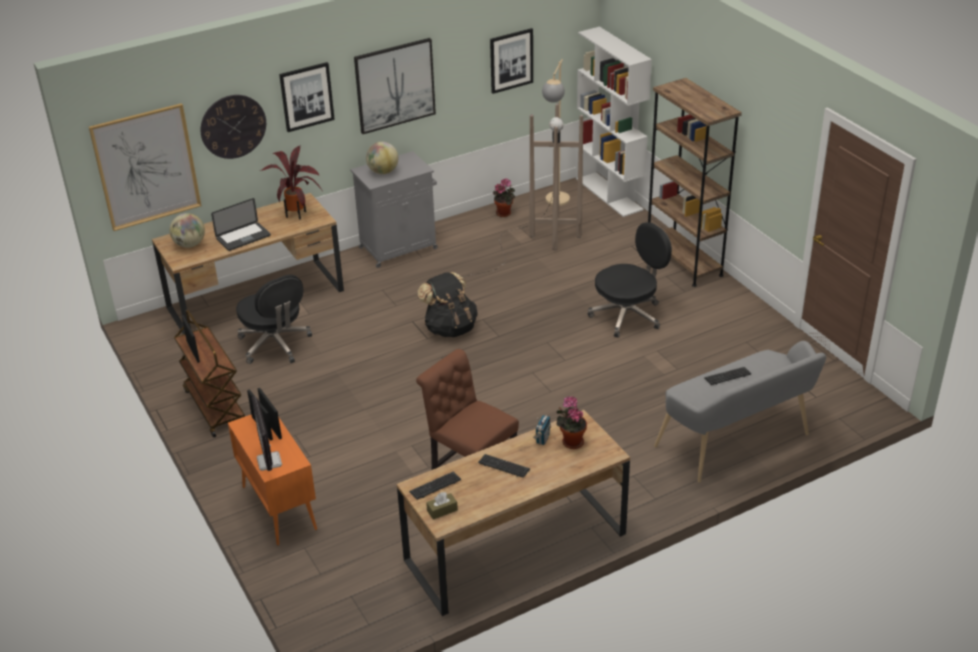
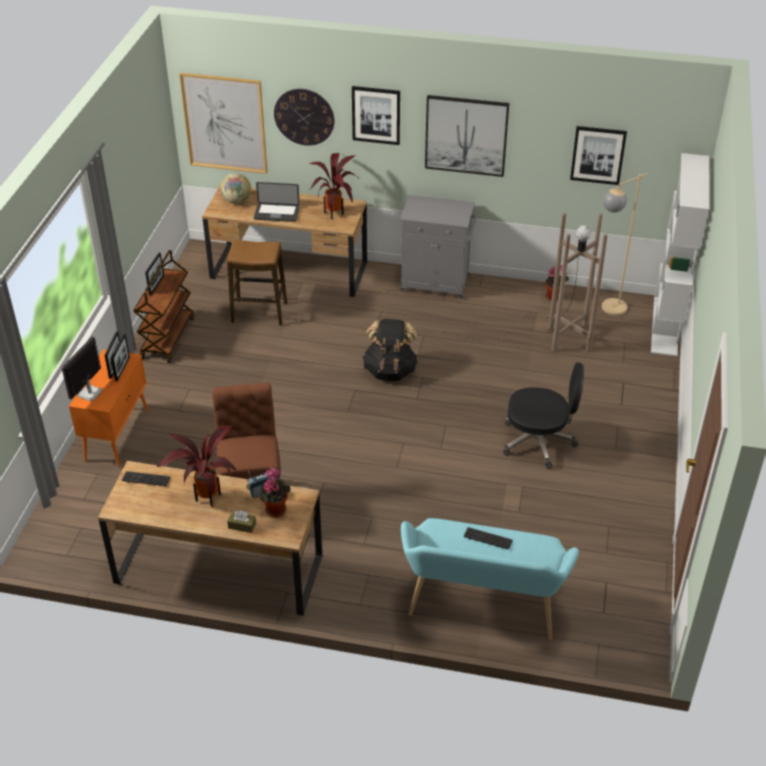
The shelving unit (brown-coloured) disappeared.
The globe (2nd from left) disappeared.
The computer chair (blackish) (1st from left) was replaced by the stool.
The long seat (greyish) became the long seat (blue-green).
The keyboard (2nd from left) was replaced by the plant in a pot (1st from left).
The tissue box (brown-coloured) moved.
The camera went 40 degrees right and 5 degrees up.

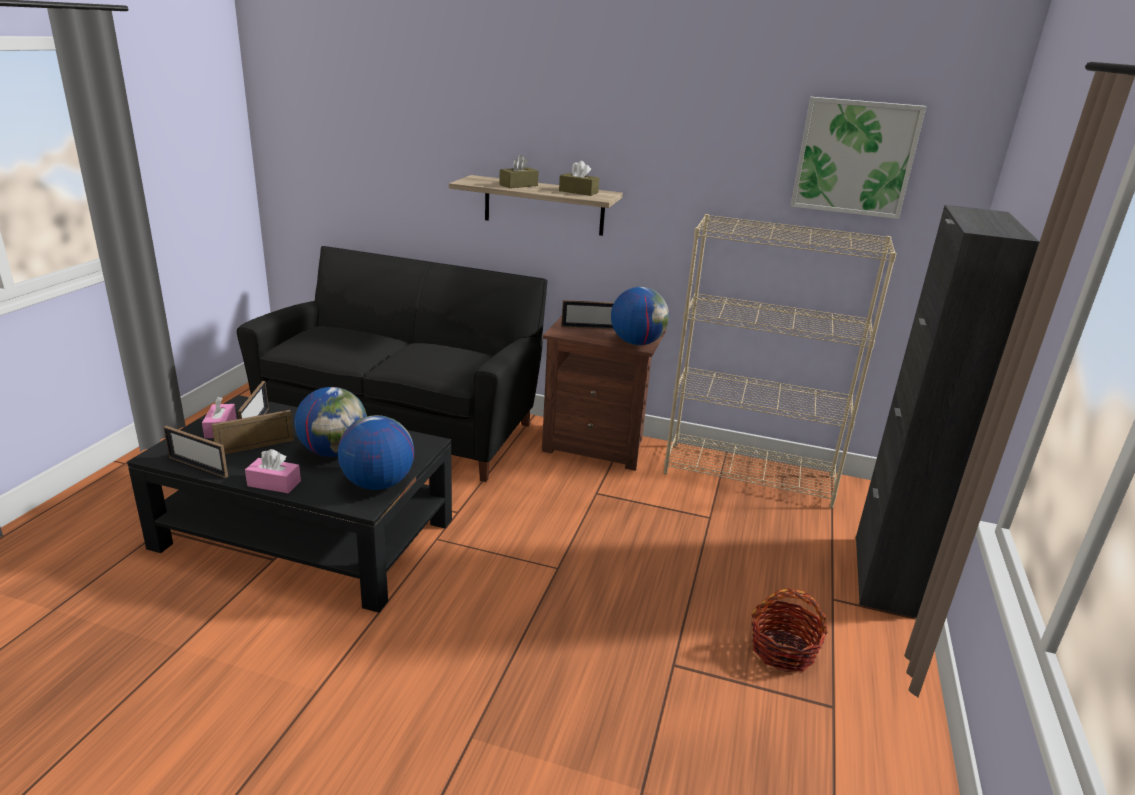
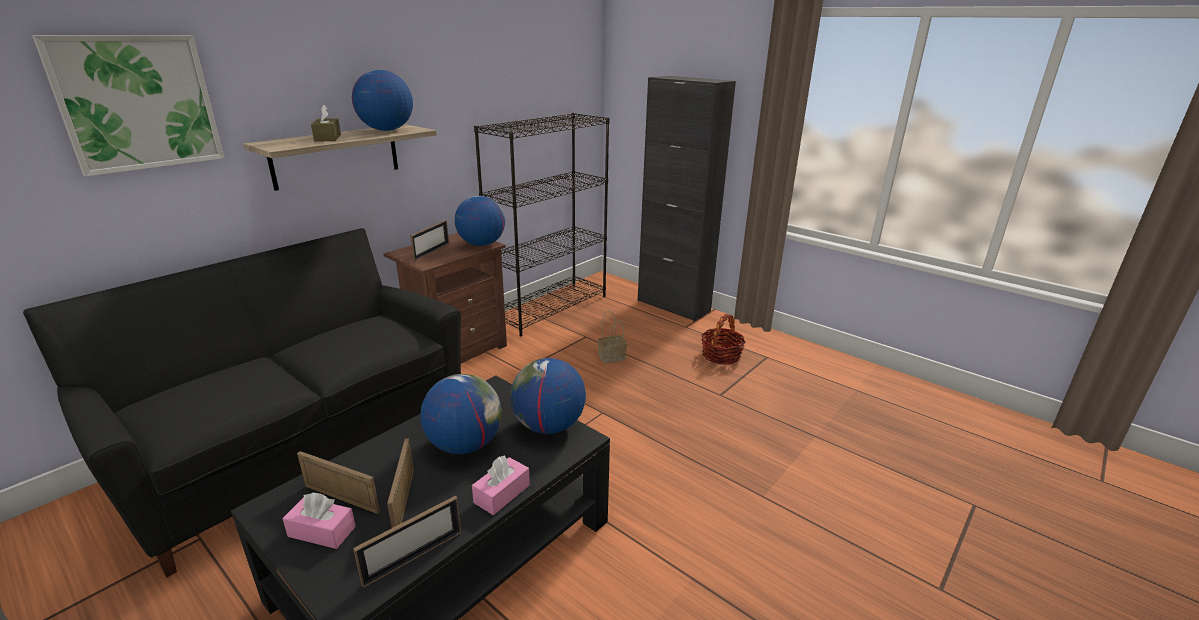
The picture moved.
The tissue box (brown-coloured) (2nd from left) was replaced by the globe (1st from left).
The shelving unit (sand-coloured) became the shelving unit (blackish).
The basket (1st from left) appeared.
The camera went 65 degrees left and 0 degrees up.

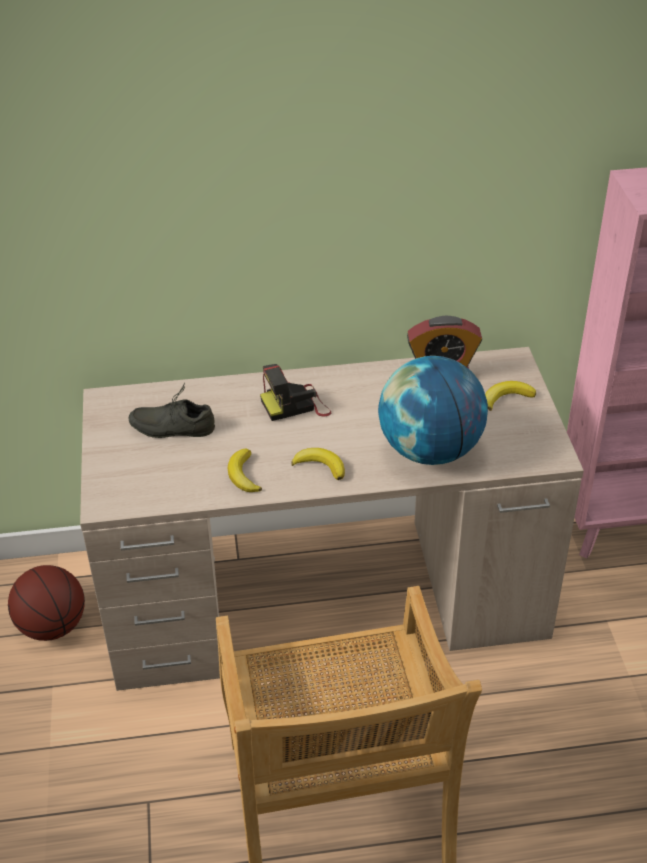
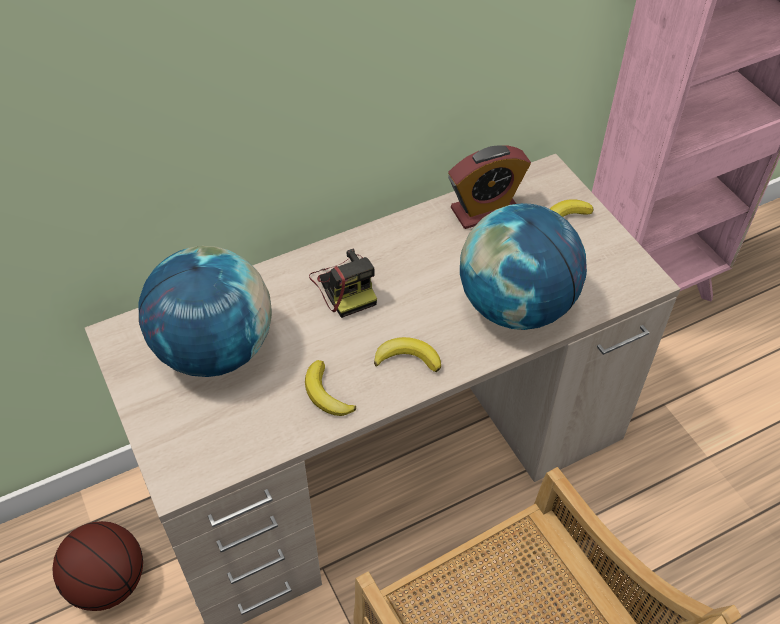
The still camera turned 75 degrees counterclockwise.
The low shoe (greyish) was replaced by the globe (1st from left).
The camera went 20 degrees left and 10 degrees up.

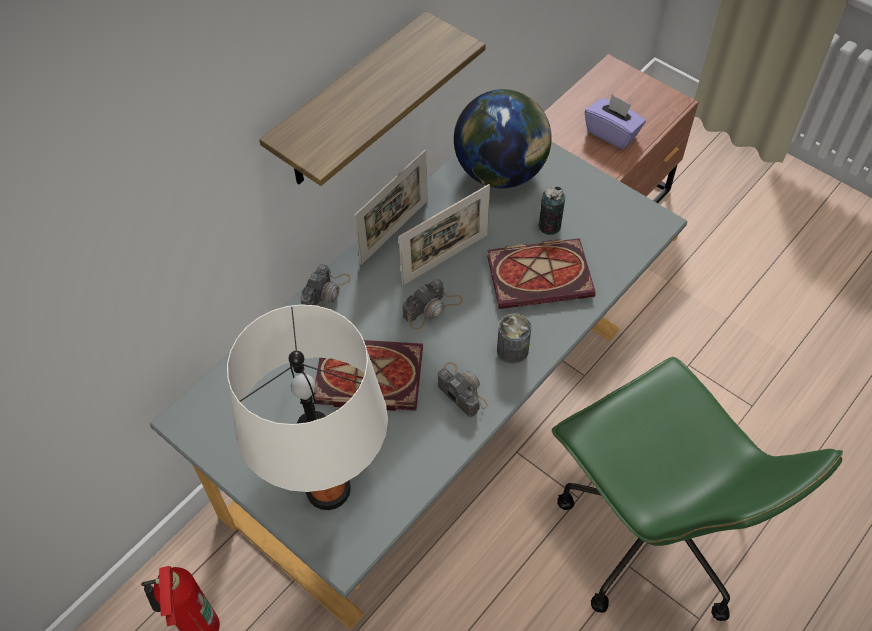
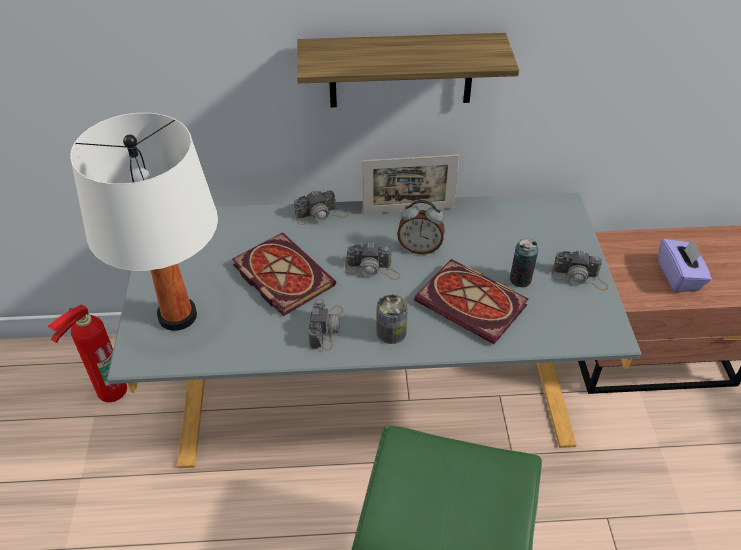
The globe disappeared.
The standing frame (2nd from left) was replaced by the bedside clock.
The still camera (4th from left) appeared.
The camera went 45 degrees right and 10 degrees down.

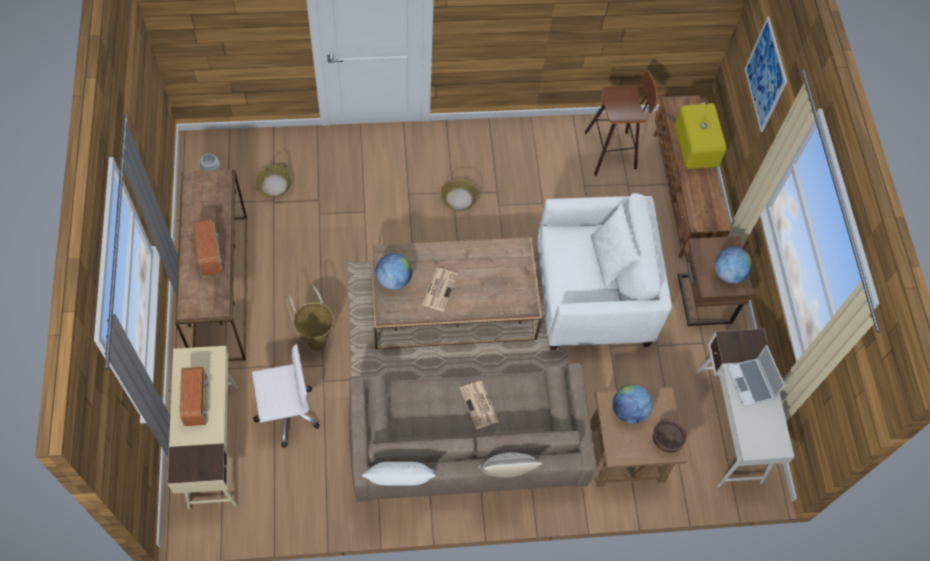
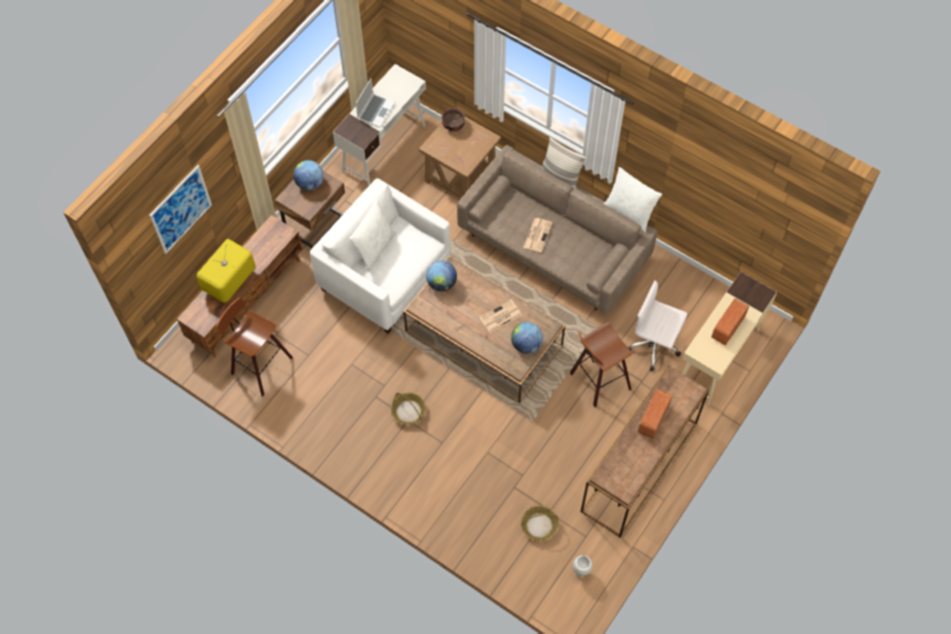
The basket (2nd from left) was replaced by the stool (2nd from left).
The globe (2nd from left) moved.
The camera went 135 degrees left and 0 degrees up.

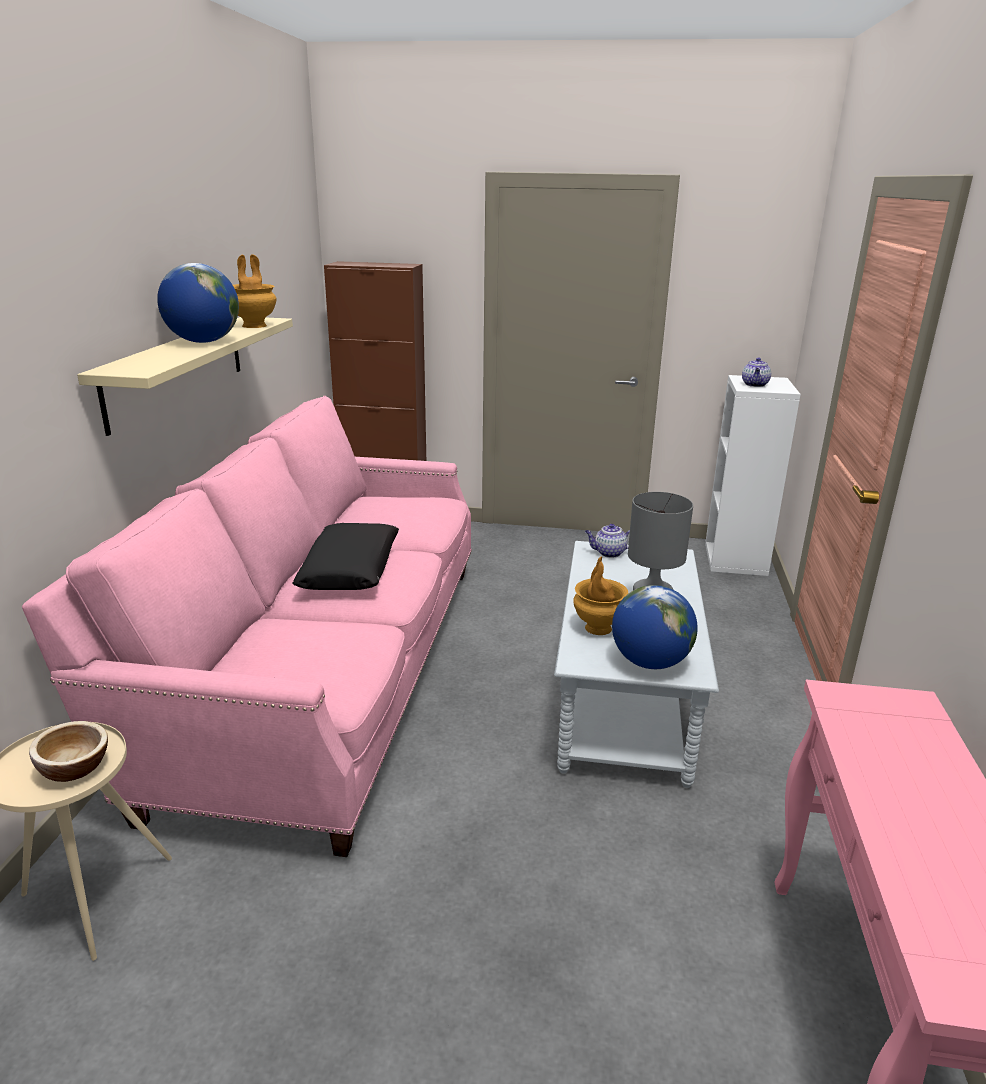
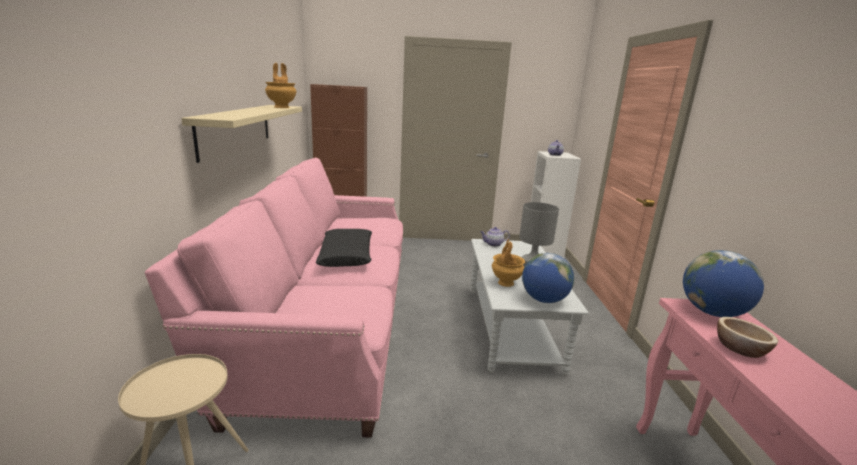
The globe (1st from left in the first image) moved.
The bowl moved.
The camera went 10 degrees left and 5 degrees down.

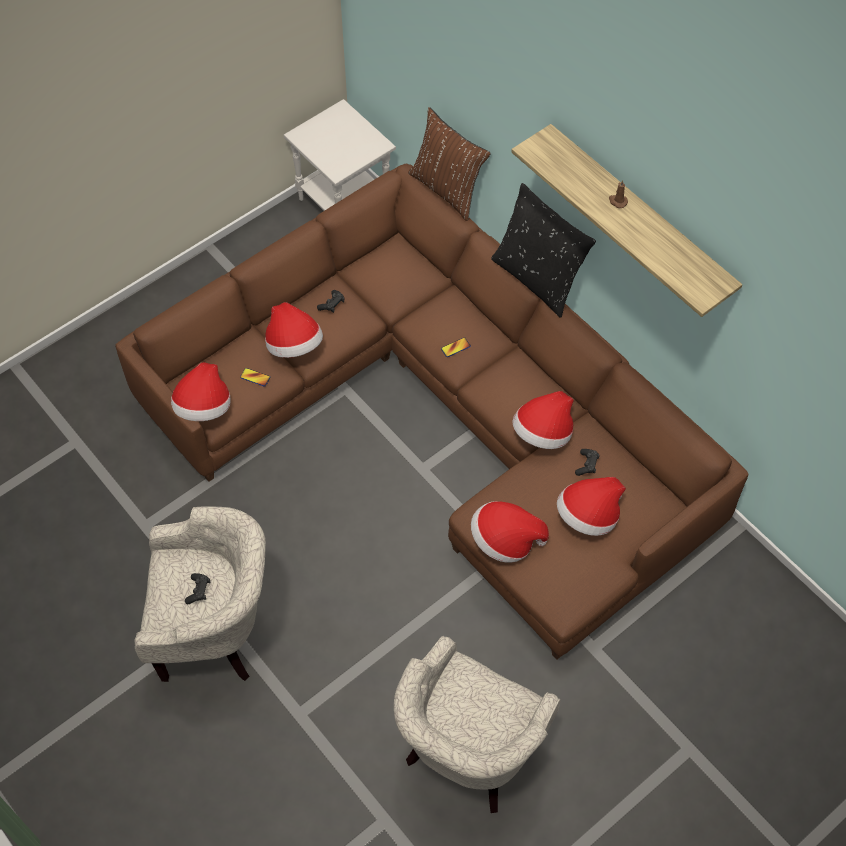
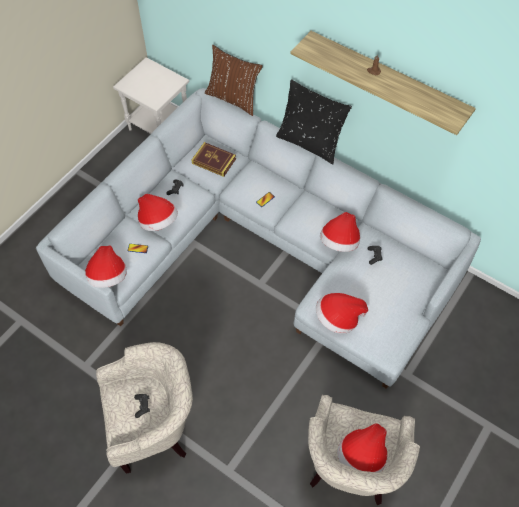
The settee (brown-coloured) became the settee (greyish).
The hat (5th from left) moved.
The book appeared.
The camera went 15 degrees left and 0 degrees up.

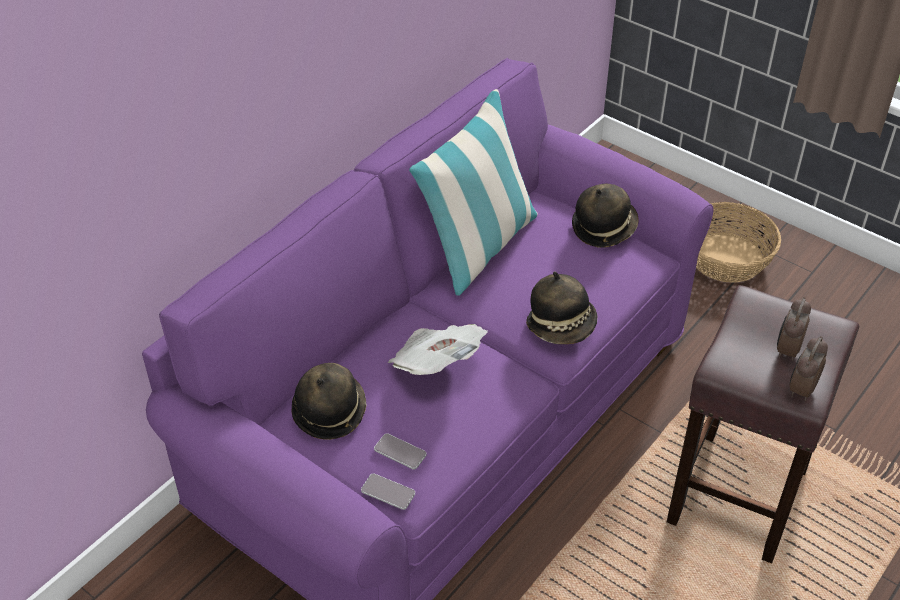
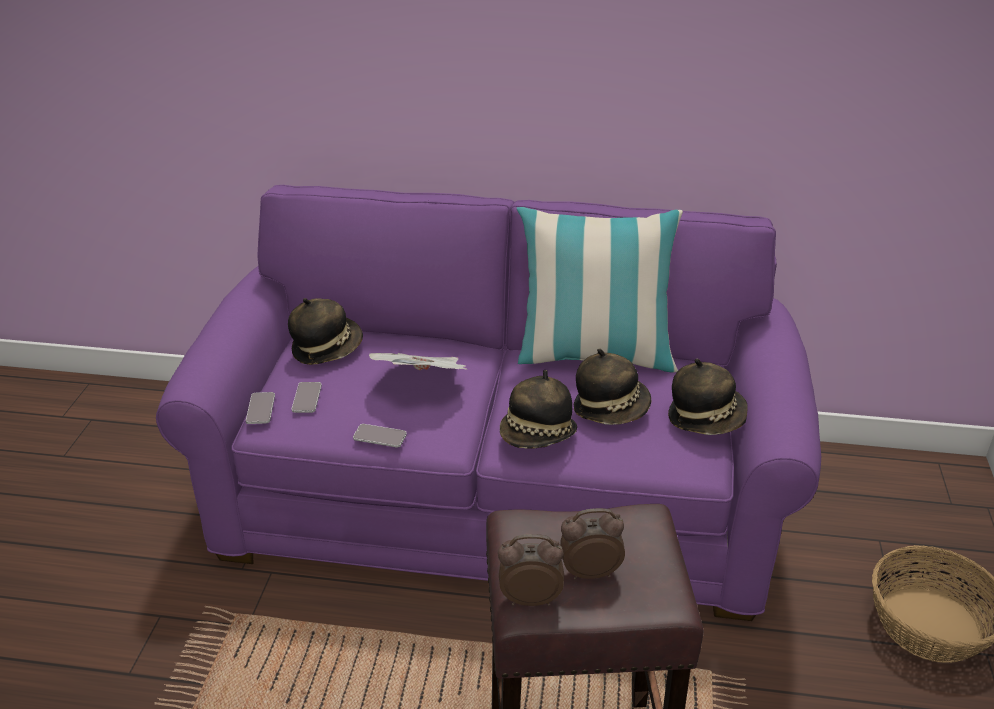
The hat (3rd from left) appeared.
The telephone (3rd from left) appeared.
The camera went 60 degrees right and 10 degrees down.

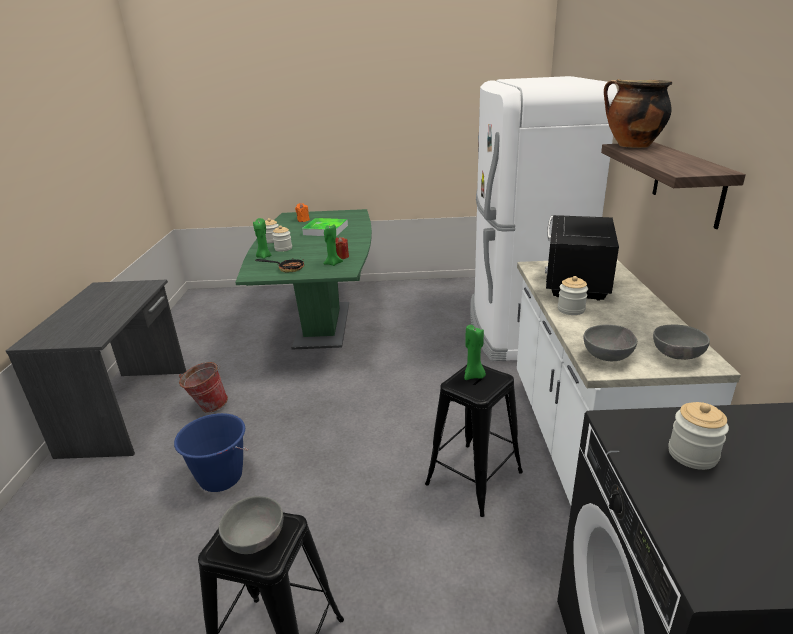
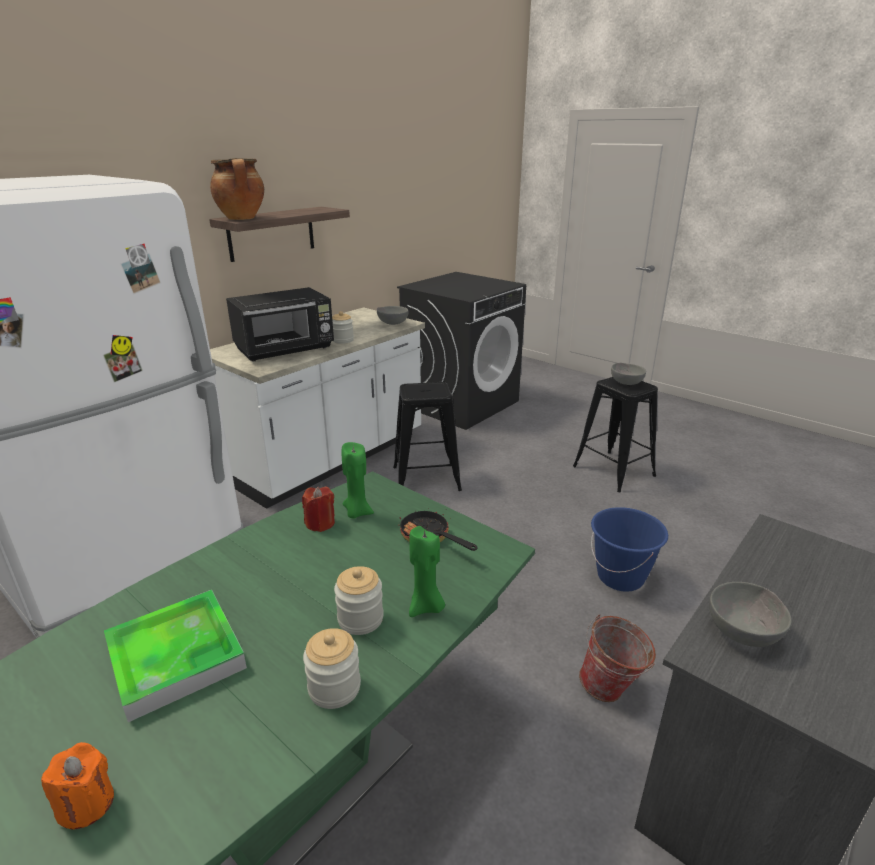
The wax candle (green) (3rd from left) disappeared.
The bowl (greyish) (3rd from left) moved.
The storage jar (4th from left) disappeared.
The camera went 140 degrees left and 0 degrees up.

